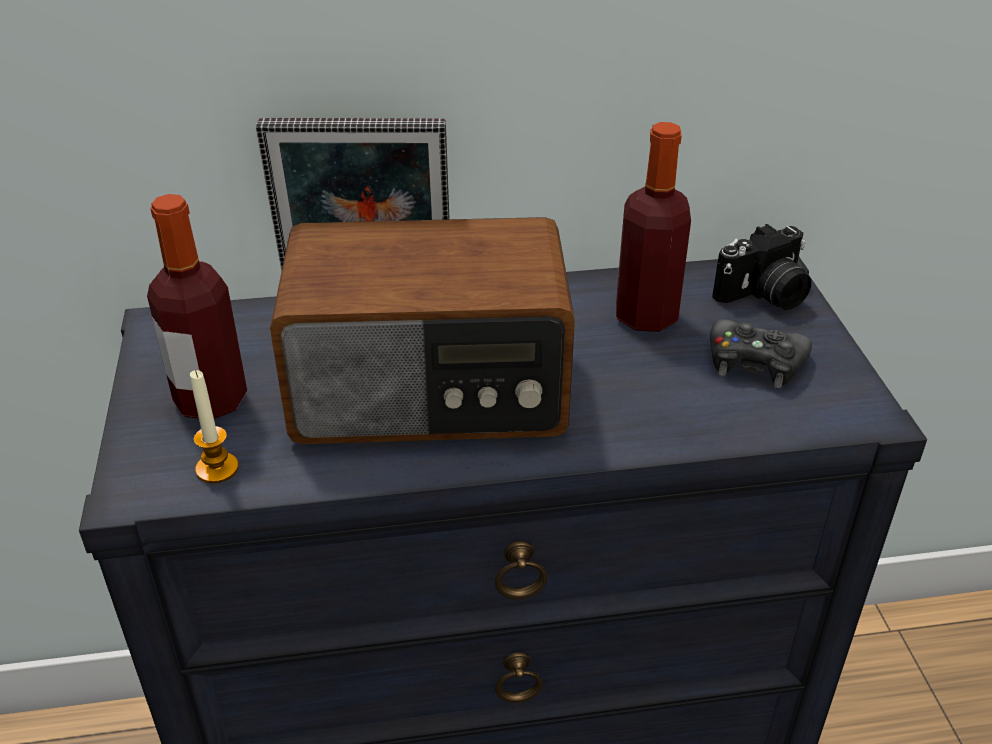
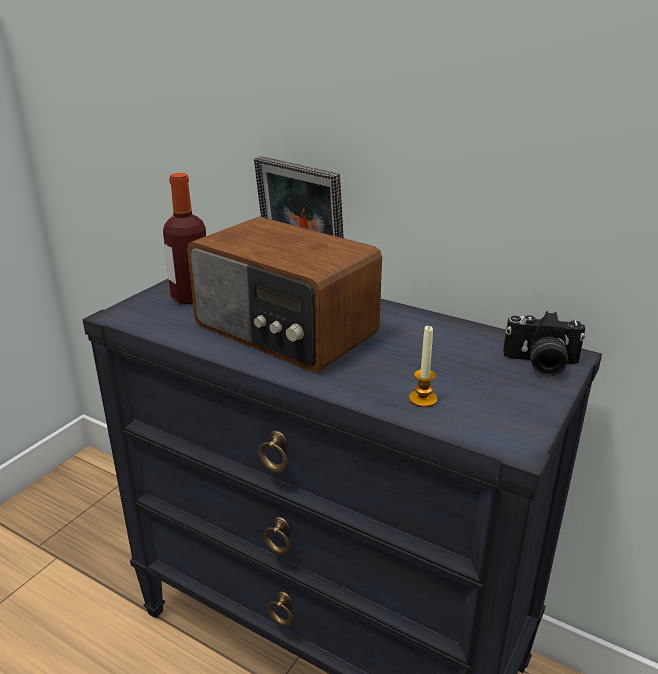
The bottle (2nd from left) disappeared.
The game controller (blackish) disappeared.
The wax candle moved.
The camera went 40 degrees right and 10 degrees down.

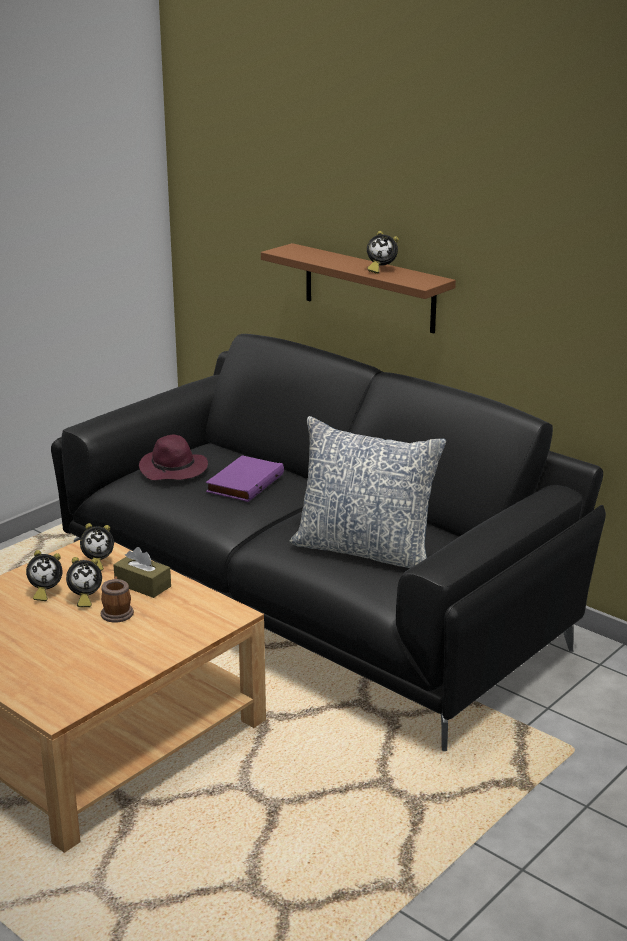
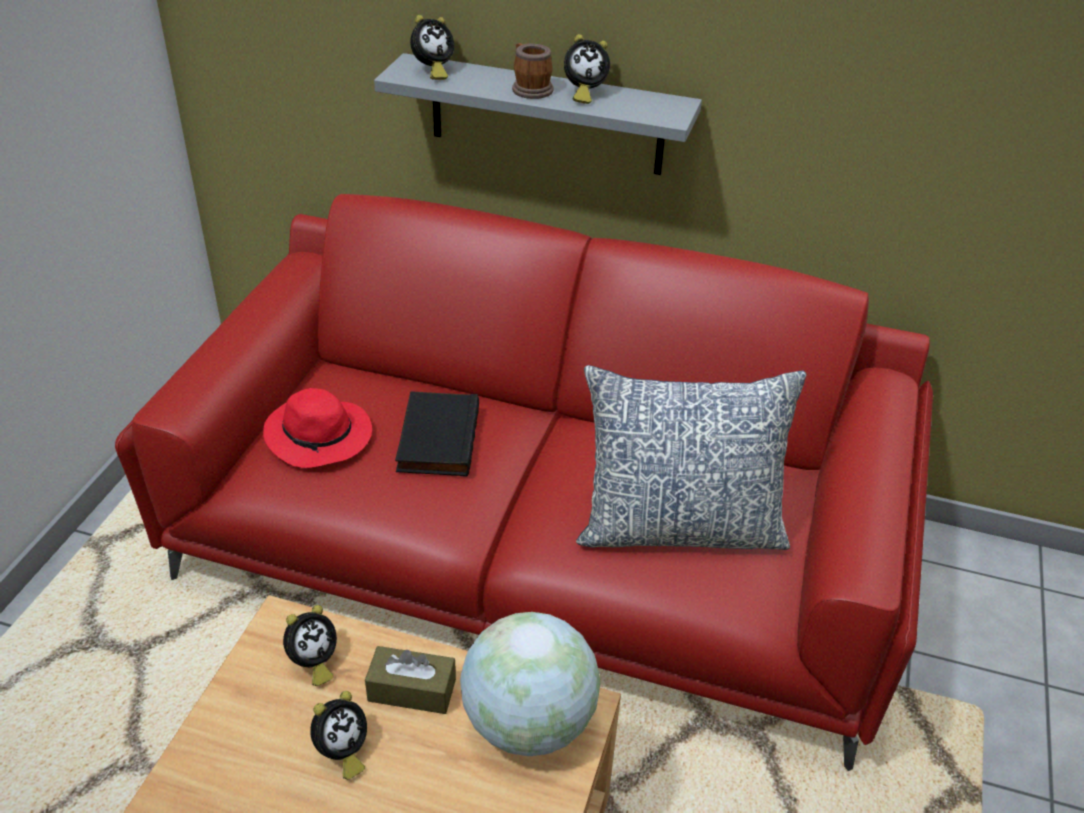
The bracket shelf (brown-coloured) became the bracket shelf (greyish).
The settee (blackish) became the settee (red).
The hat (purple) became the hat (red).
The book (purple) became the book (blackish).
The bedside clock (1st from left in the first image) moved.
The coffee mug moved.
The globe appeared.
The camera went 25 degrees left and 15 degrees up.

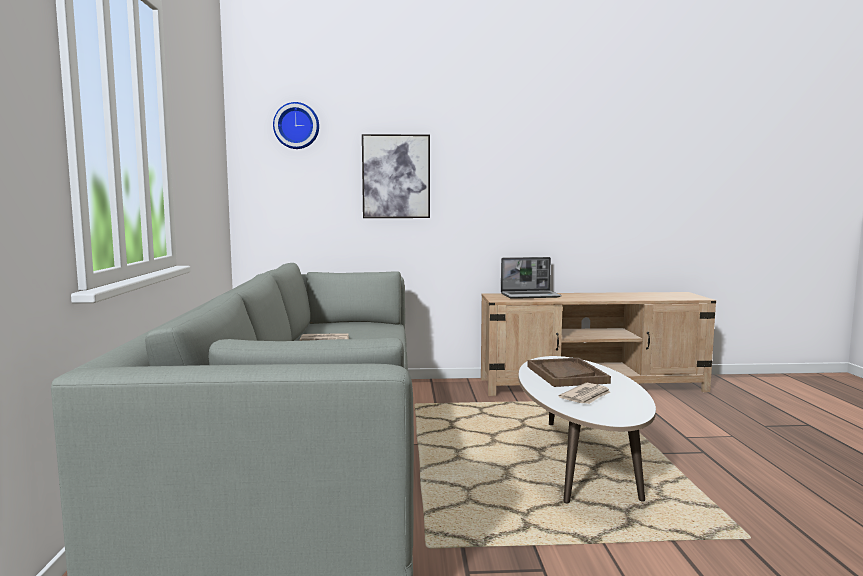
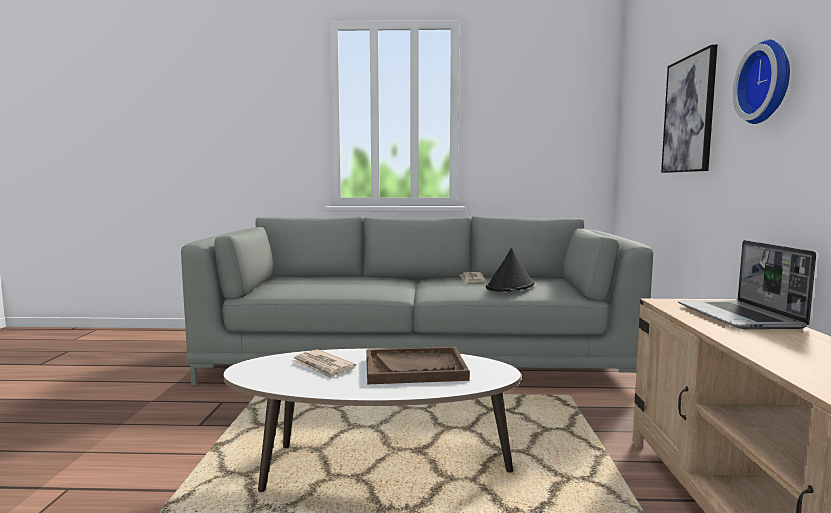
The clock on the wall moved.
The hat (blackish) appeared.
The camera went 95 degrees right and 0 degrees up.

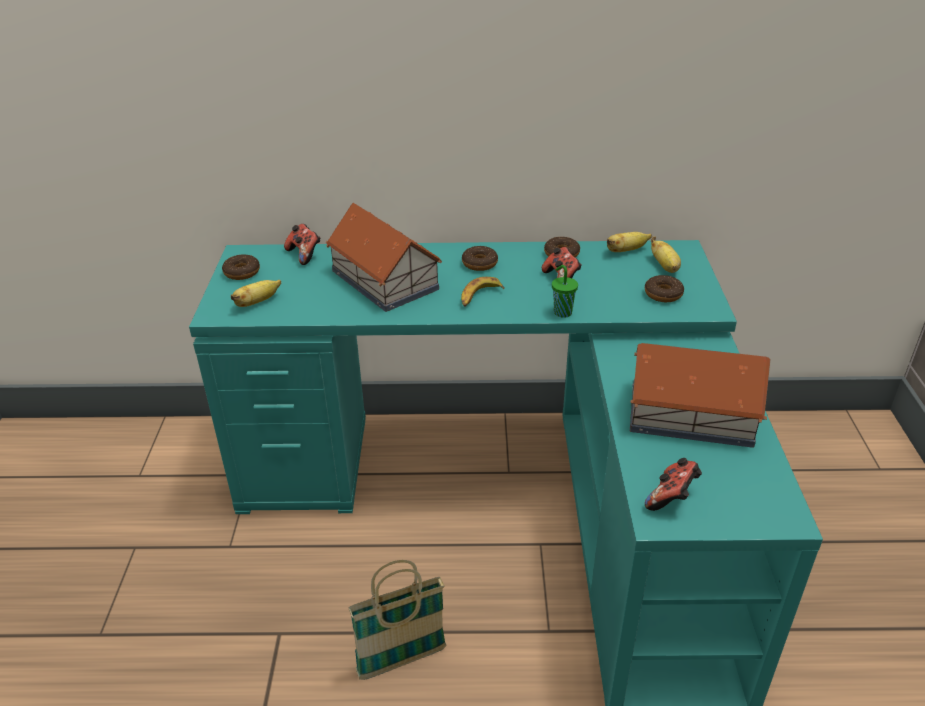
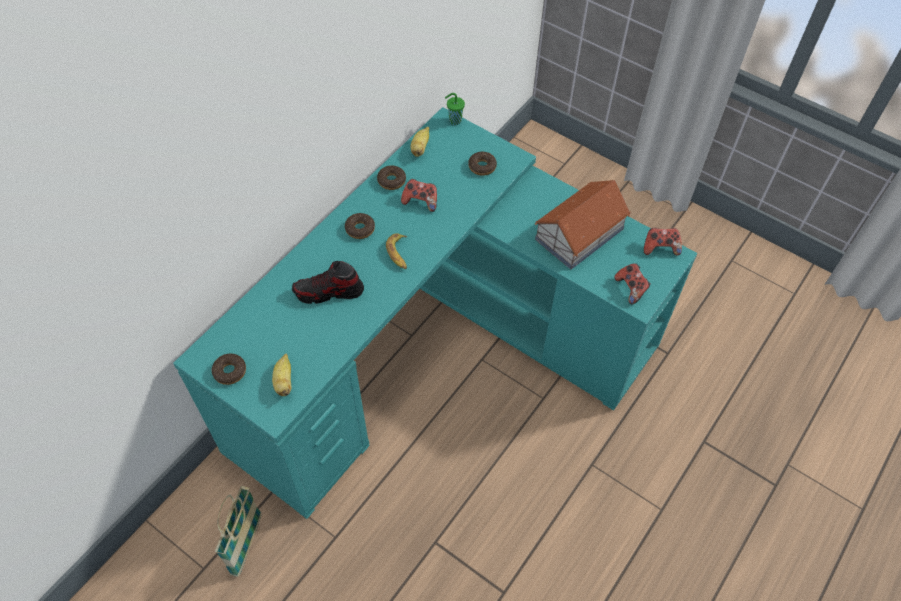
The miniature house (1st from left) was replaced by the low shoe.
The game controller (1st from left in the first image) moved.
The banana (4th from left) disappeared.
The small cup (green) moved.
The basket moved.
The camera went 55 degrees left and 20 degrees up.

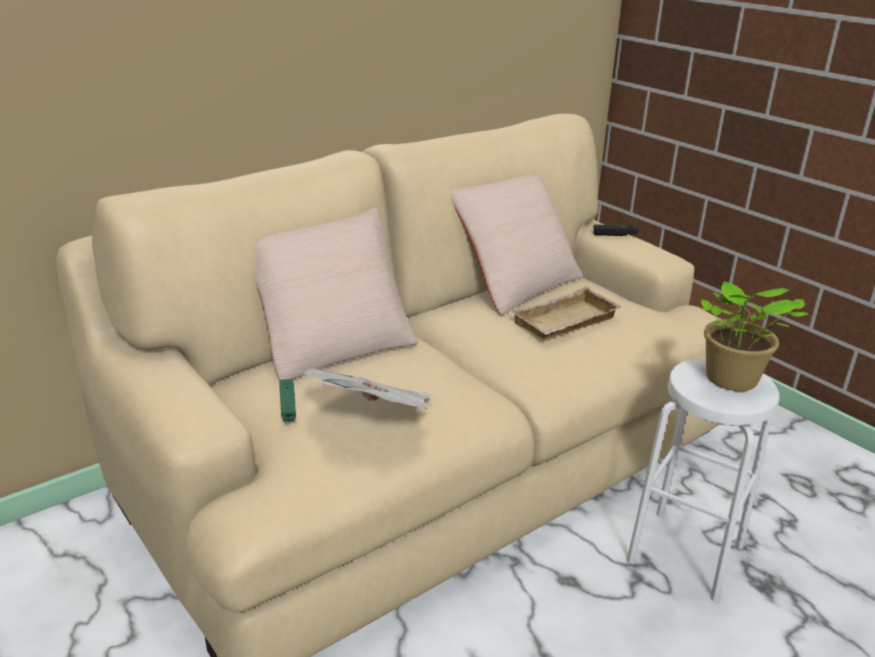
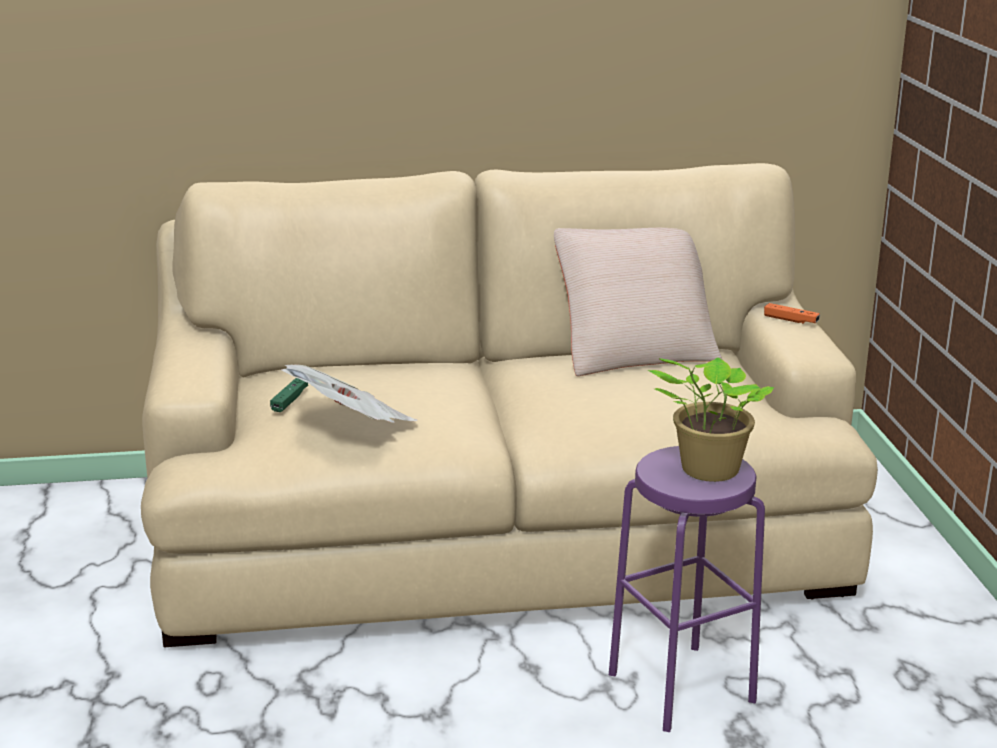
The throw pillow (sand-coloured) (1st from left) disappeared.
The game controller (blackish) became the game controller (orange-coloured).
The serving tray (sand-coloured) disappeared.
The stool (white) became the stool (purple).
The camera went 30 degrees right and 5 degrees down.

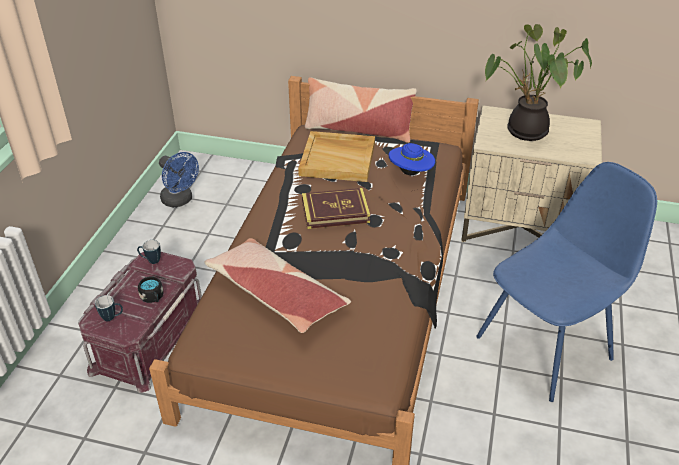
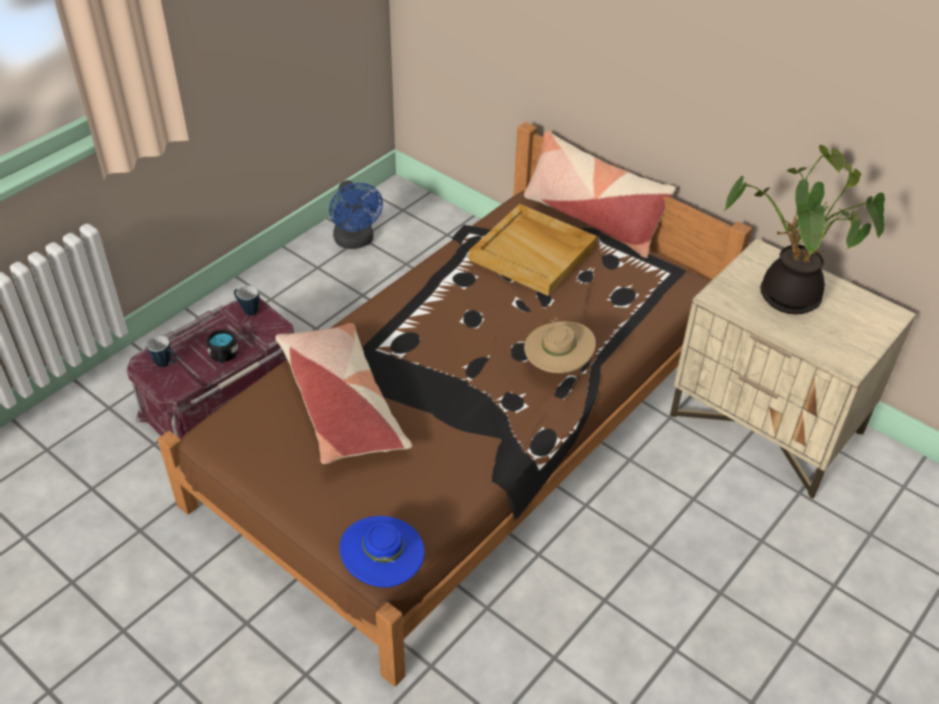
The hat (blue-coloured) moved.
The plain chair (blue-coloured) disappeared.
The book disappeared.
The hat (sand-coloured) appeared.
The camera went 25 degrees right and 5 degrees up.

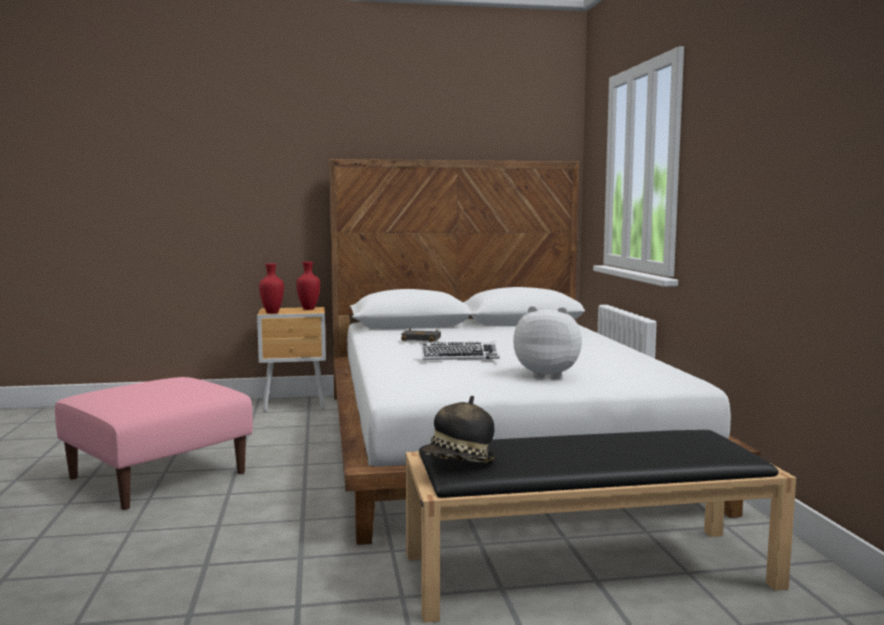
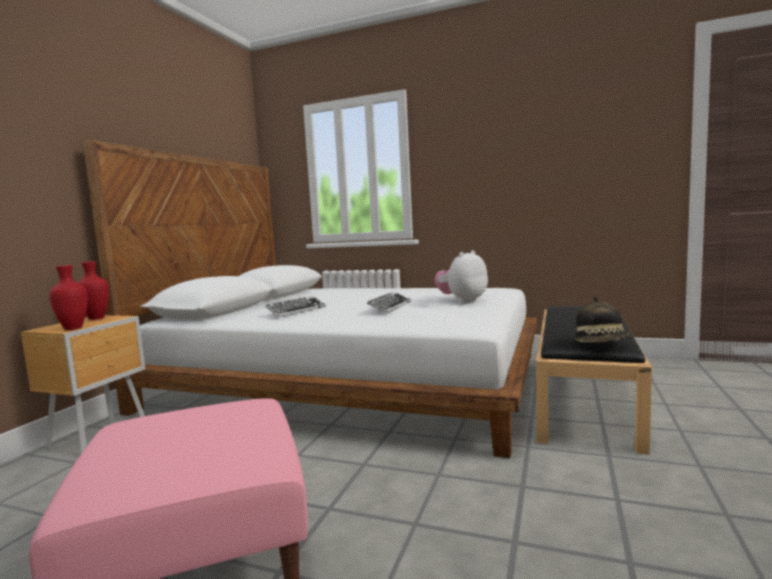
The book (blackish) was replaced by the keyboard (1st from left).
The camera went 60 degrees left and 0 degrees up.

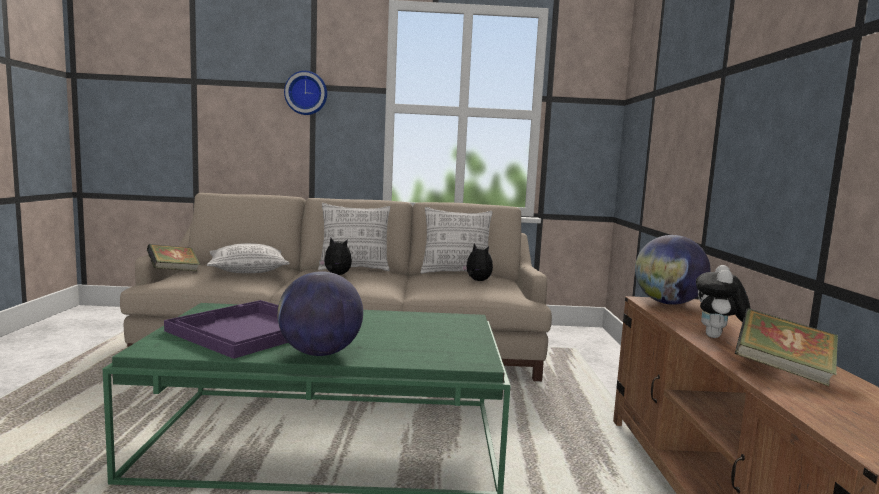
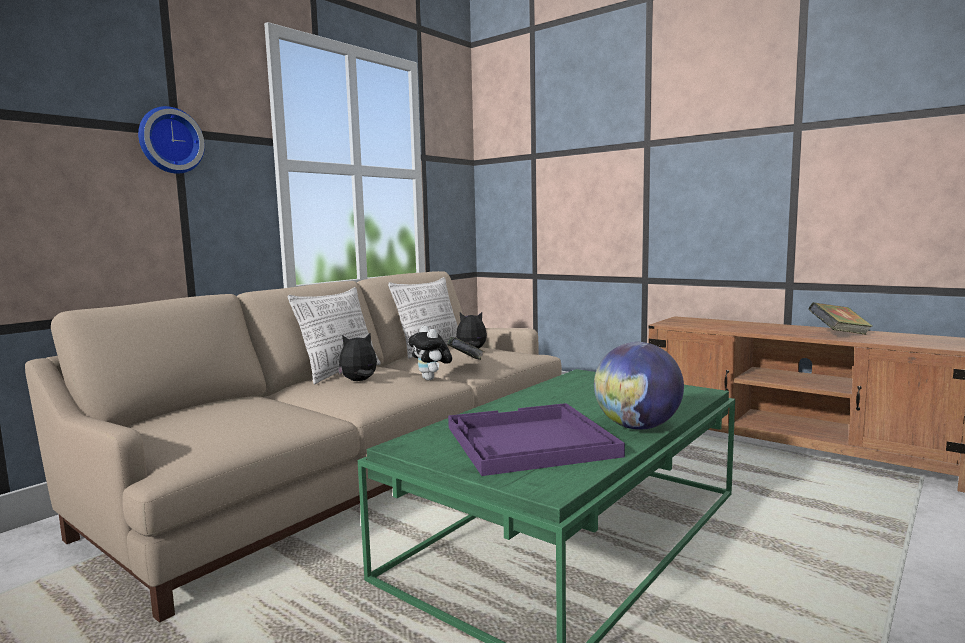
The globe (2nd from left) disappeared.
The throw pillow (1st from left) disappeared.
The book (1st from left) moved.
The soft toy (3rd from left in the first image) moved.
The camera went 50 degrees left and 0 degrees up.

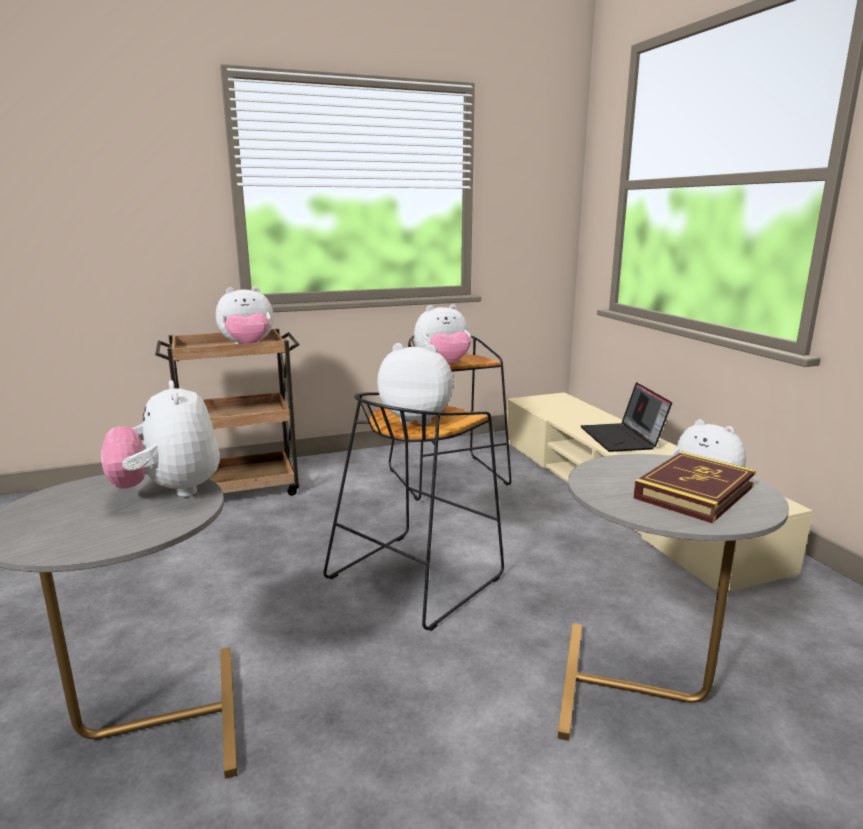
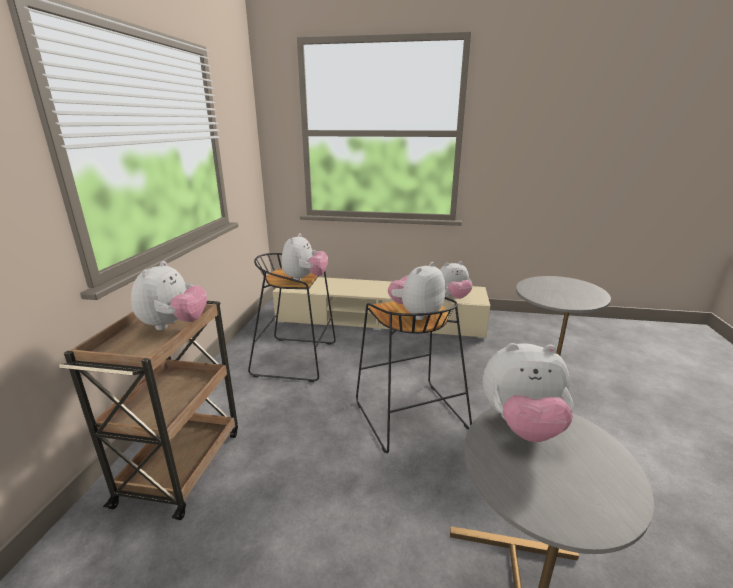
The portable computer disappeared.
The book disappeared.
The camera went 60 degrees left and 5 degrees up.

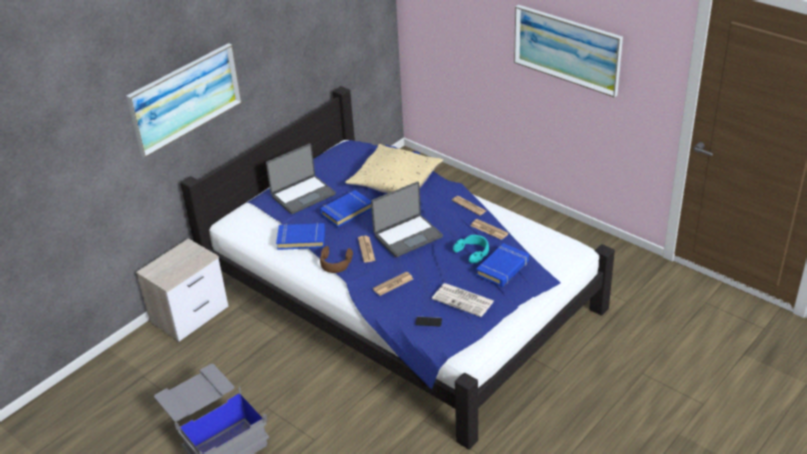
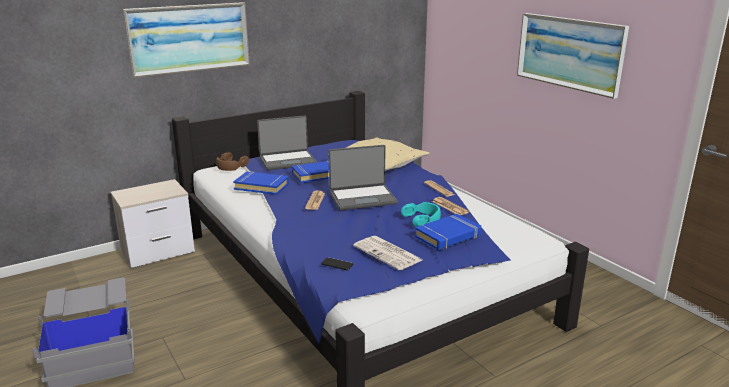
The headset (brown-coloured) moved.
The newspaper (2nd from left) disappeared.
The camera went 15 degrees right and 15 degrees down.

